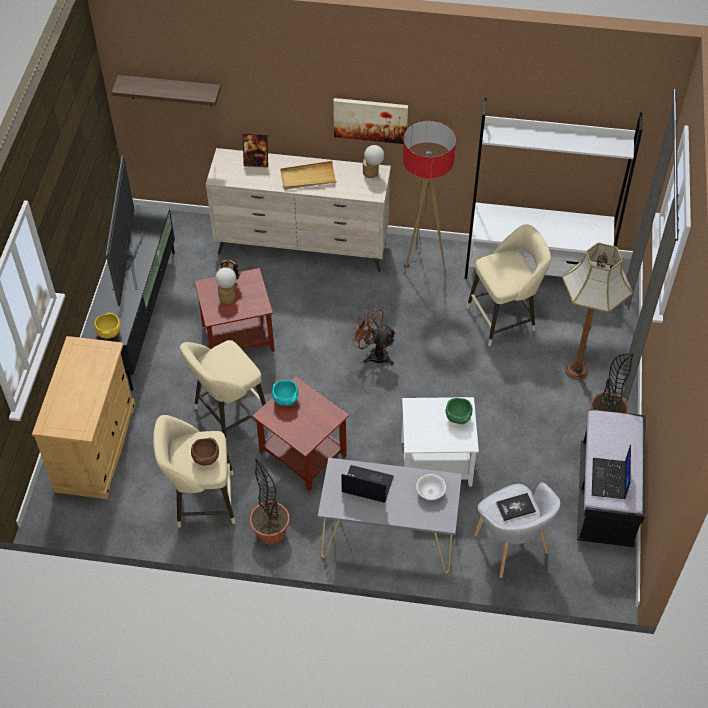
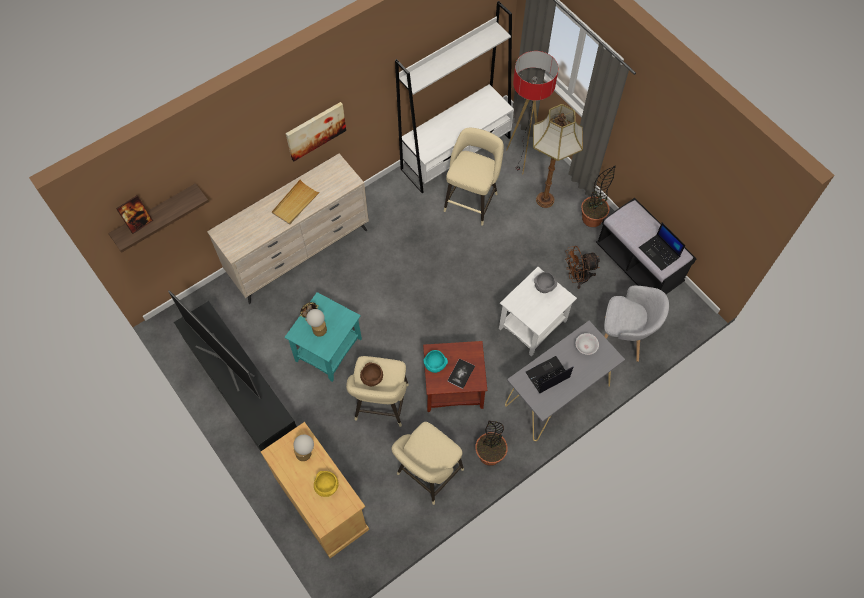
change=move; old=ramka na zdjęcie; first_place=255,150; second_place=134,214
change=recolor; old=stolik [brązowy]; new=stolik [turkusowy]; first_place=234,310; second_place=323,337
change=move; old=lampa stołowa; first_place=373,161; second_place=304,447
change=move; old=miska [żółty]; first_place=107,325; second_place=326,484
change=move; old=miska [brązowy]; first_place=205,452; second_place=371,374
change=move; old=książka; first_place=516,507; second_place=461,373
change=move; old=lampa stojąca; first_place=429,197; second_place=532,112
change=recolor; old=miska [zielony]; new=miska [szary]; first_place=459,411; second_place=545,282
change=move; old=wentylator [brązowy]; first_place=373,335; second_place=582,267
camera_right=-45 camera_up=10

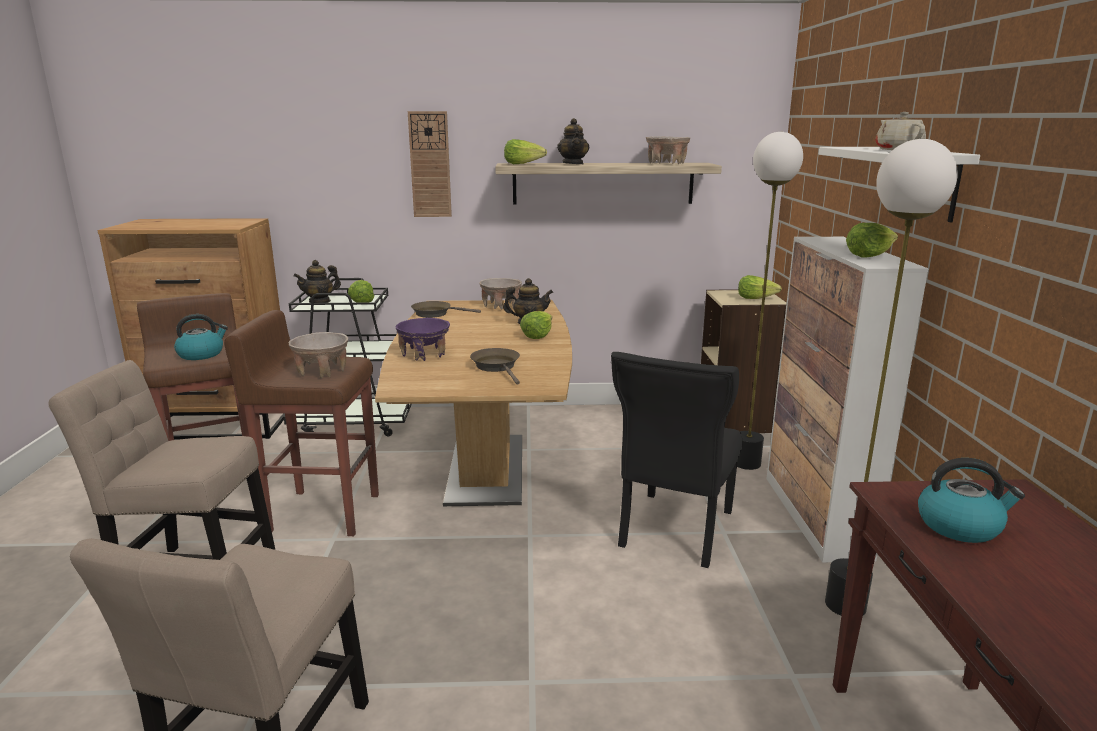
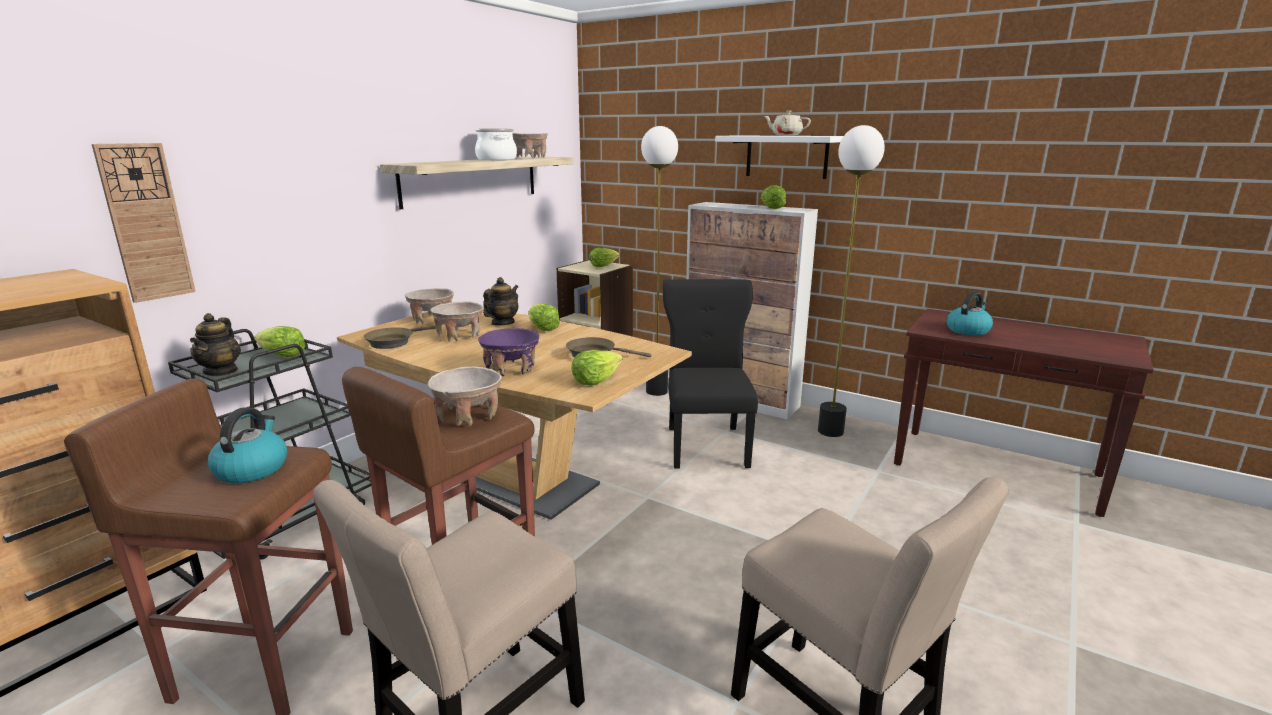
change=move; old=zegar ścienny; first_place=430,164; second_place=144,223
change=insert; new=miska [beżowy]; second_place=457,321
change=insert; new=garnek; second_place=496,144
change=move; old=sałata; first_place=525,151; second_place=597,368
change=rotate; old=krzesło [czarny]; first_place=676,460; second_place=710,374; degrees=-150
change=delete; old=imbryk; first_place=573,141
camera_right=-55 camera_up=0

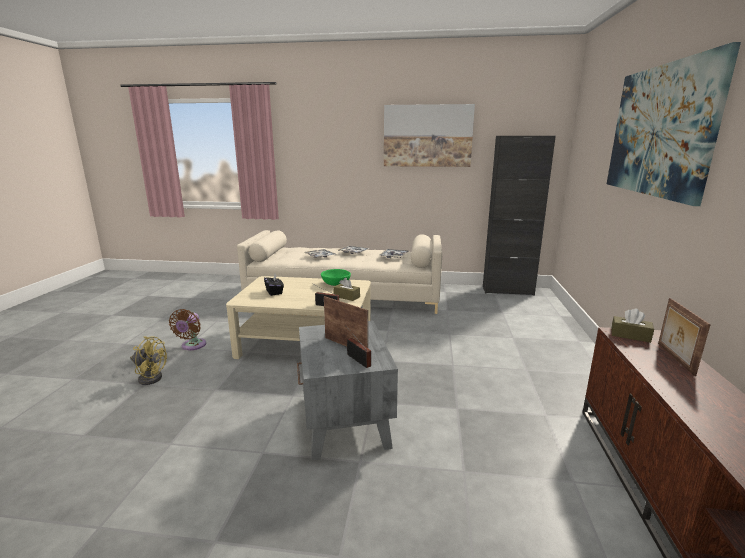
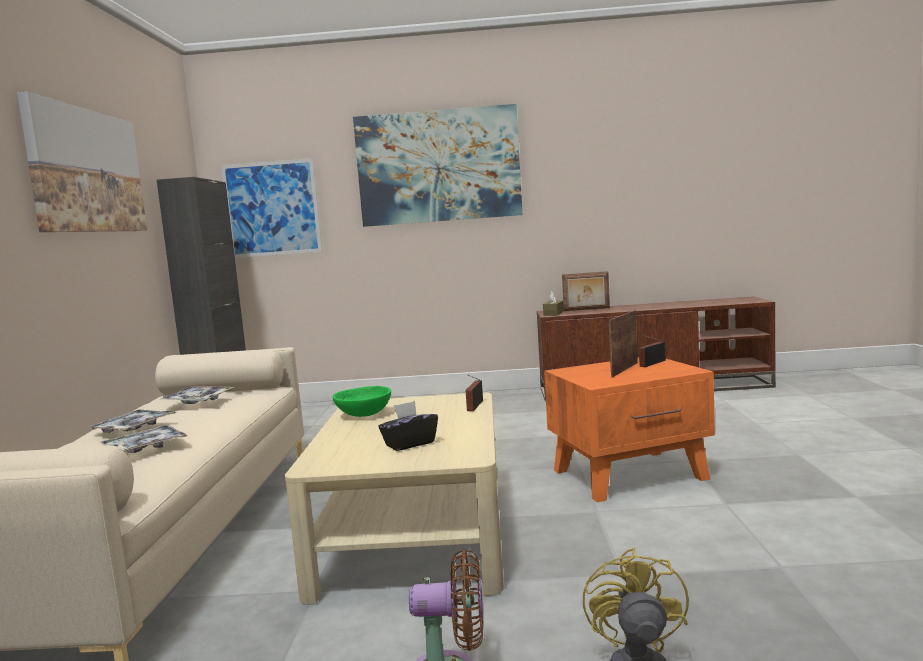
change=insert; new=obraz; second_place=271,208
change=recolor; old=stolik [szary]; new=stolik [pomarańczowy]; first_place=347,391; second_place=629,429
change=delete; old=pudełko chusteczek [brązowy]; first_place=346,289
camera_right=-95 camera_up=-10

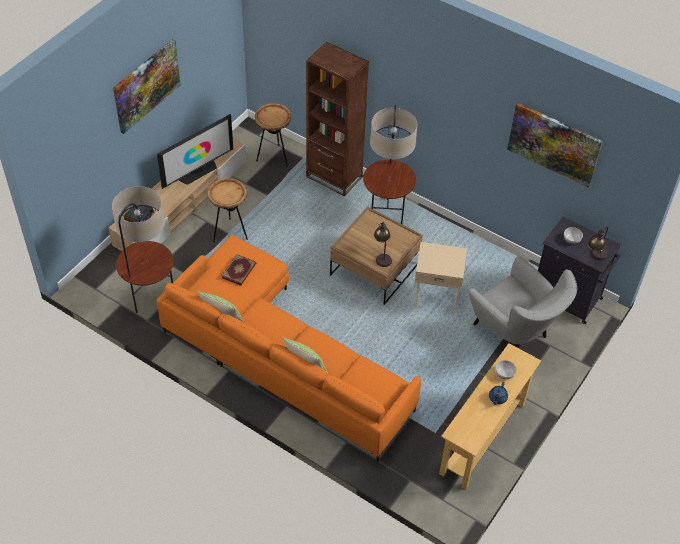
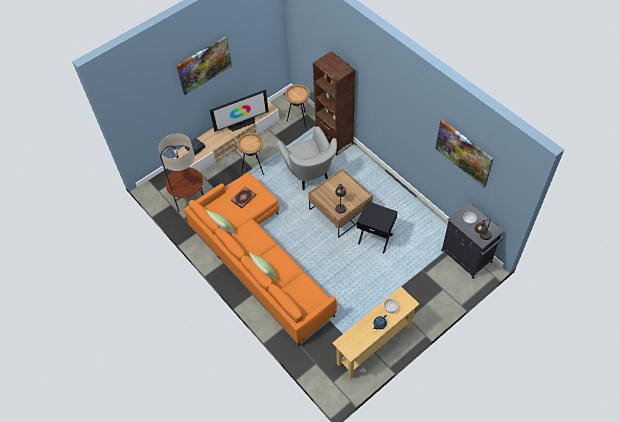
change=move; old=fotel [szary]; first_place=523,302; second_place=307,158
change=recolor; old=stolik [beżowy]; new=stolik [czarny]; first_place=440,278; second_place=377,227
change=delete; old=lampa stojąca; first_place=390,164
camera_right=20 camera_up=5

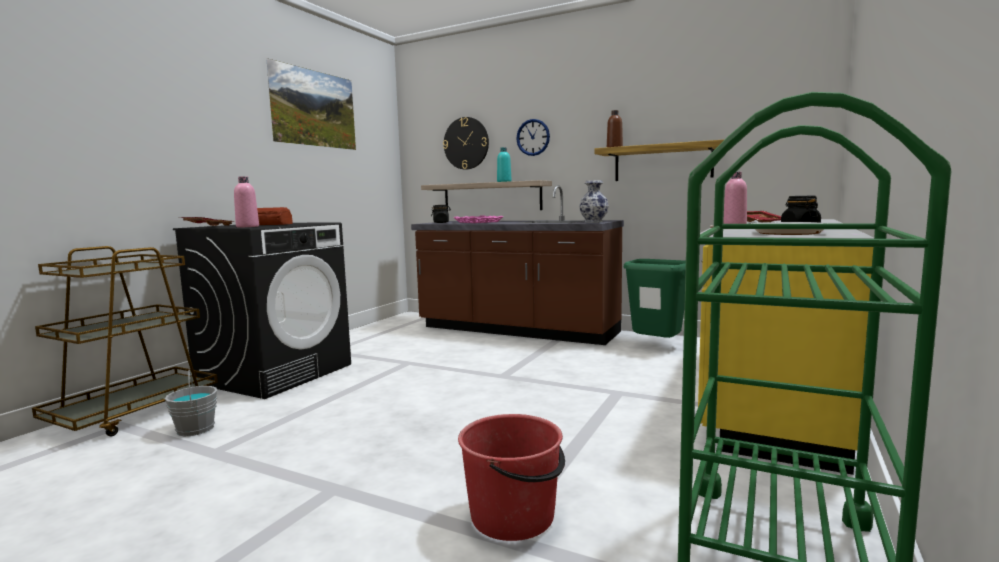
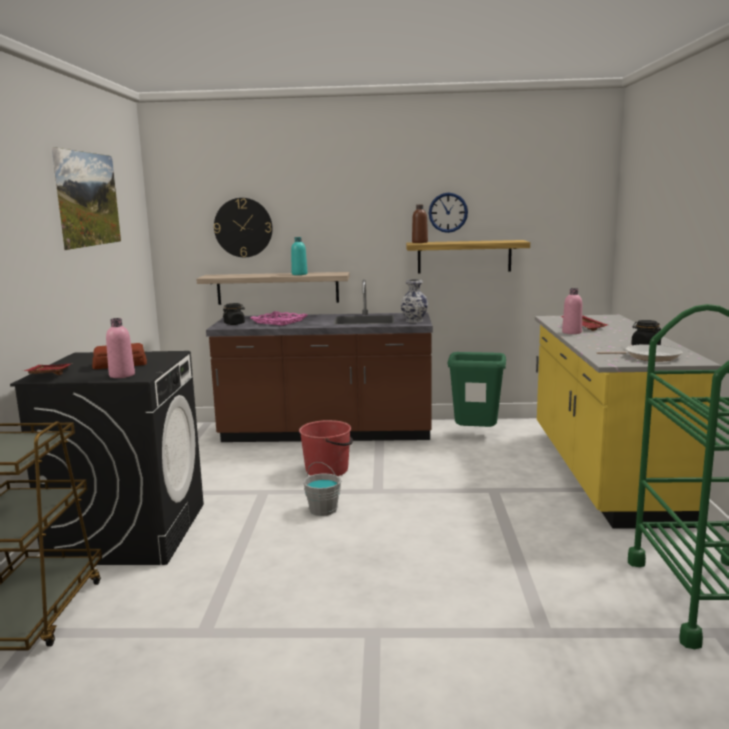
change=move; old=wiadro [czerwony]; first_place=511,477; second_place=326,448
change=move; old=wiadro [szary]; first_place=191,403; second_place=322,489
change=move; old=zegar ścienny; first_place=533,137; second_place=448,212
camera_right=-25 camera_up=5

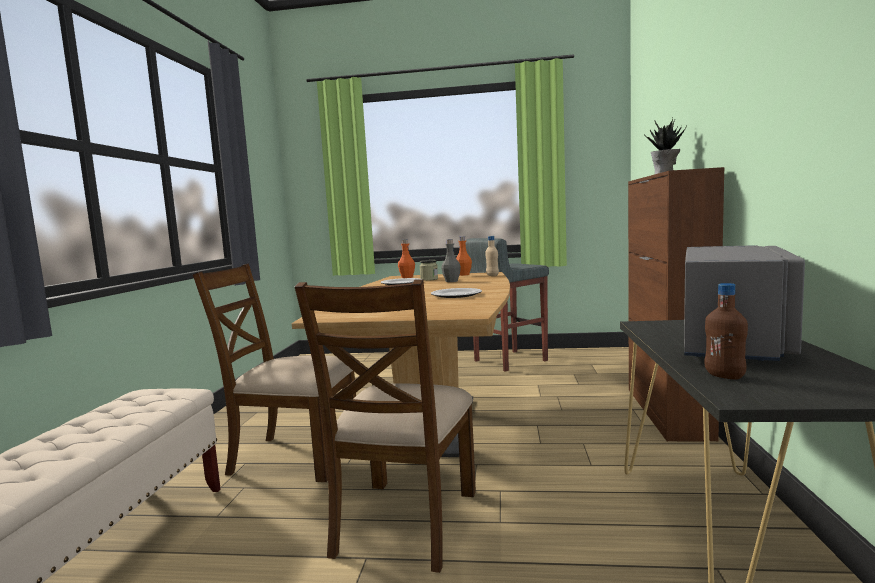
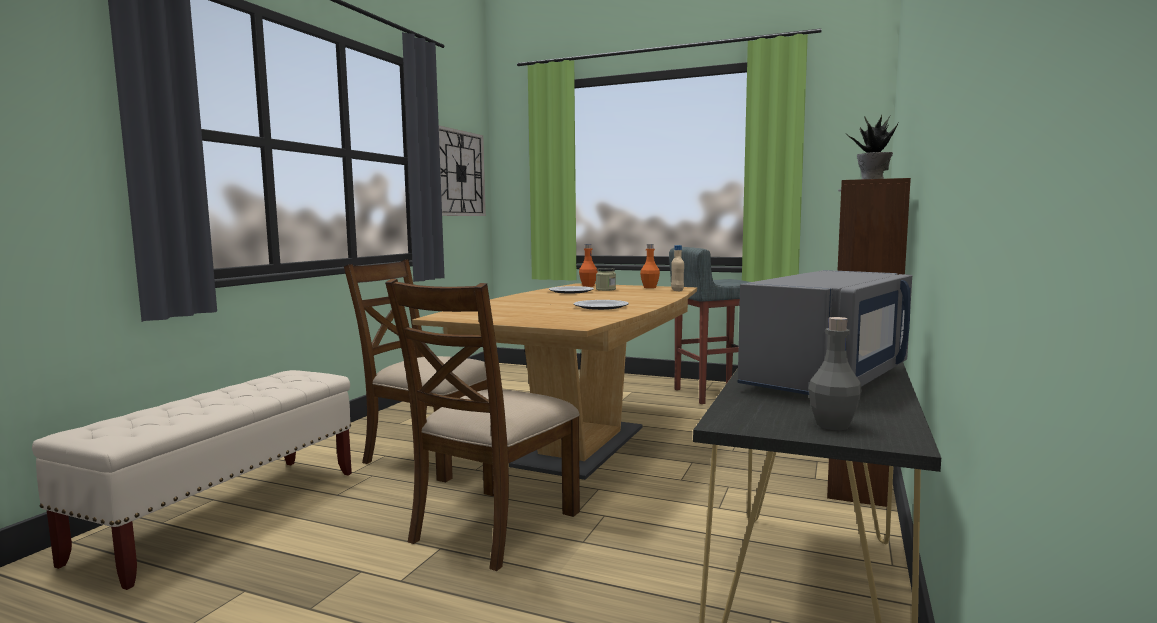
change=insert; new=zegar ścienny; second_place=462,171
change=move; old=butelka [szary]; first_place=451,260; second_place=835,373
change=delete; old=butelka [brązowy]; first_place=726,331
camera_right=15 camera_up=0

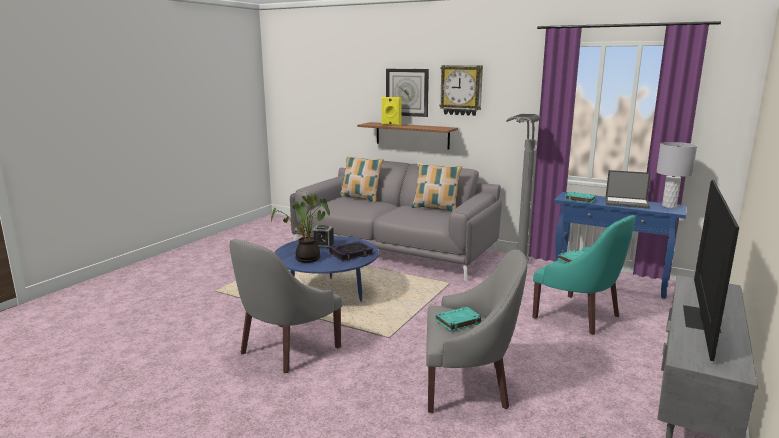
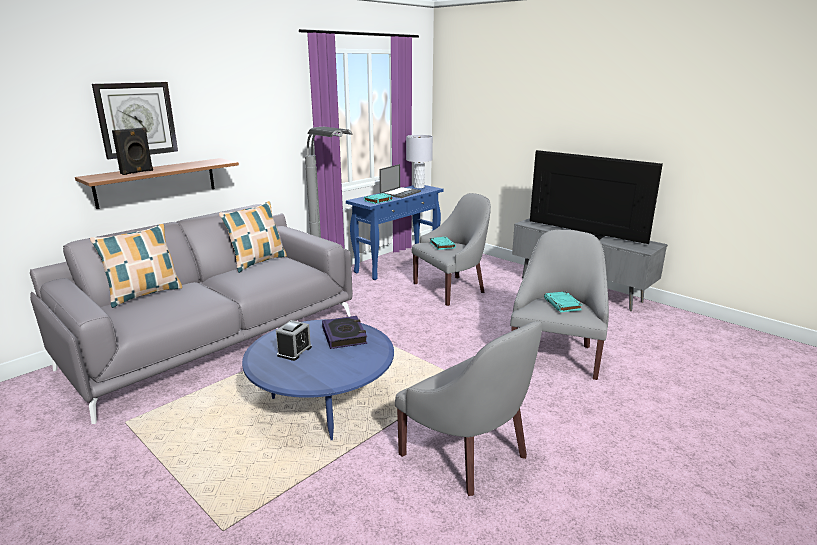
change=recolor; old=głośnik [żółty]; new=głośnik [czarny]; first_place=391,111; second_place=132,151
change=recolor; old=fotel [turkusowy]; new=fotel [szary]; first_place=584,275; second_place=451,249
change=delete; old=roślina doniczkowa; first_place=300,228
change=delete; old=zegar ścienny; first_place=461,90
camera_right=-75 camera_up=5

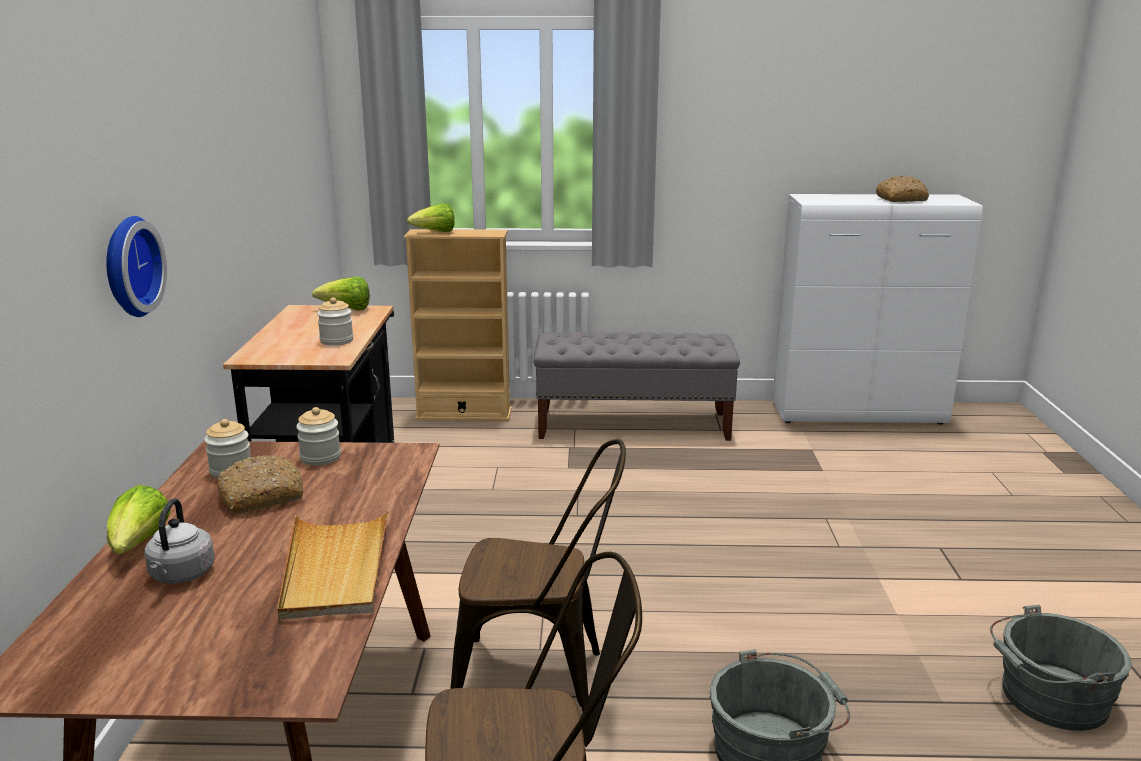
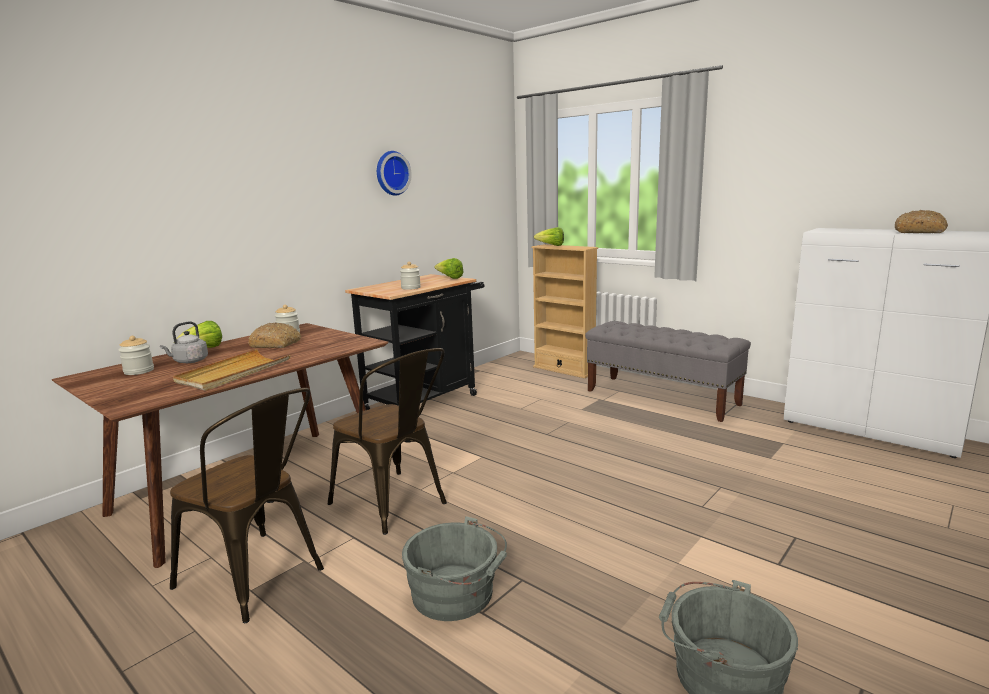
change=move; old=słoik; first_place=318,436; second_place=136,355
change=move; old=zegar ścienny; first_place=136,266; second_place=394,173
camera_right=40 camera_up=-5

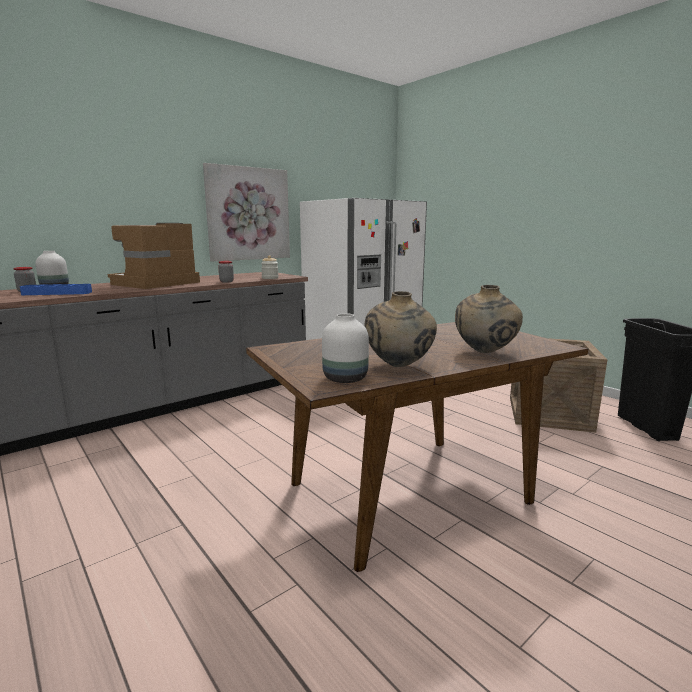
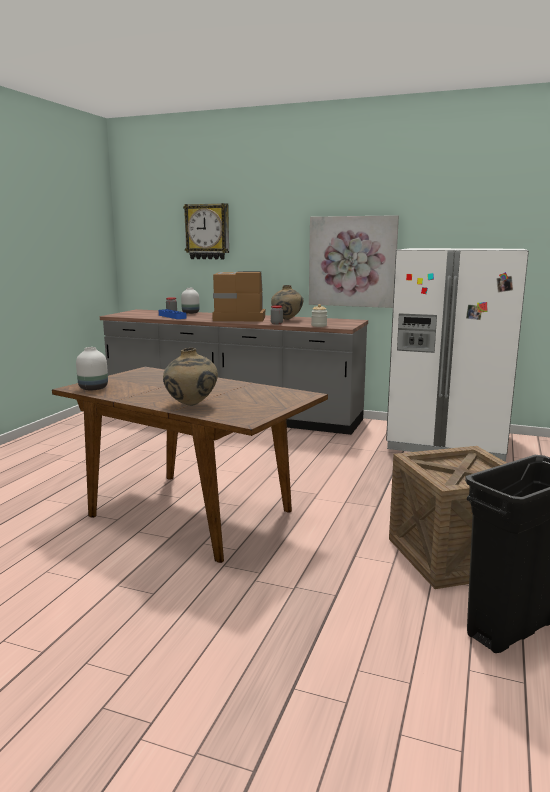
change=insert; new=zegar ścienny; second_place=206,231
change=move; old=wazon [beżowy]; first_place=401,329; second_place=287,302
camera_right=60 camera_up=0

